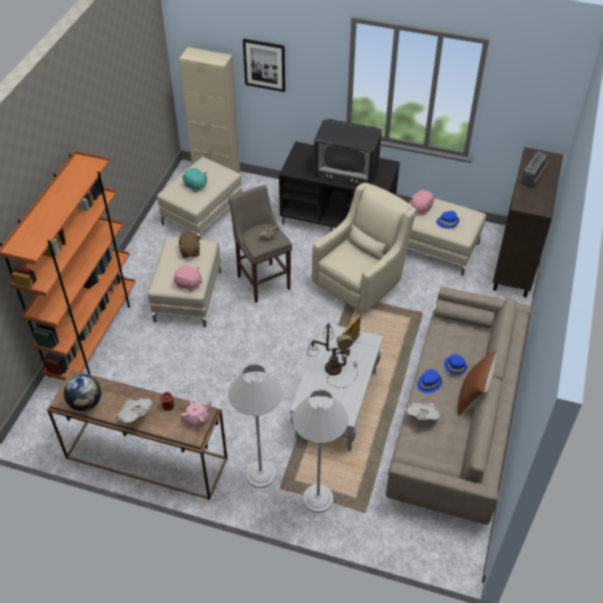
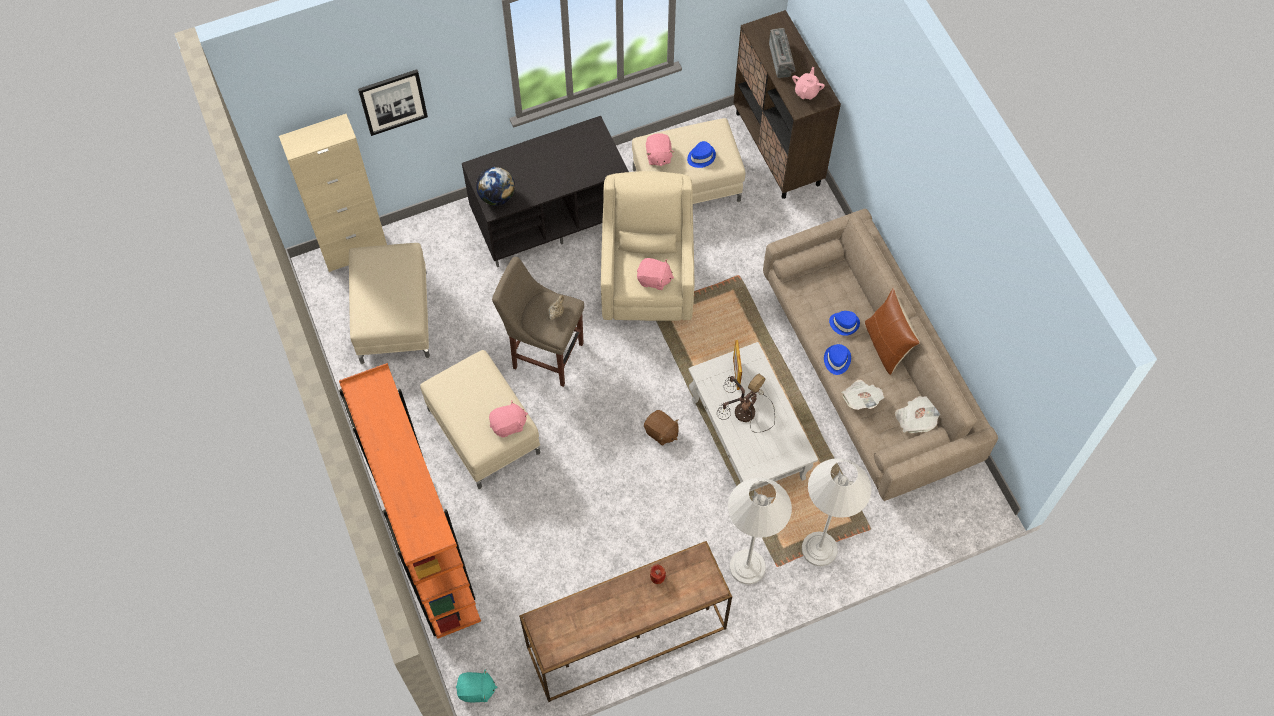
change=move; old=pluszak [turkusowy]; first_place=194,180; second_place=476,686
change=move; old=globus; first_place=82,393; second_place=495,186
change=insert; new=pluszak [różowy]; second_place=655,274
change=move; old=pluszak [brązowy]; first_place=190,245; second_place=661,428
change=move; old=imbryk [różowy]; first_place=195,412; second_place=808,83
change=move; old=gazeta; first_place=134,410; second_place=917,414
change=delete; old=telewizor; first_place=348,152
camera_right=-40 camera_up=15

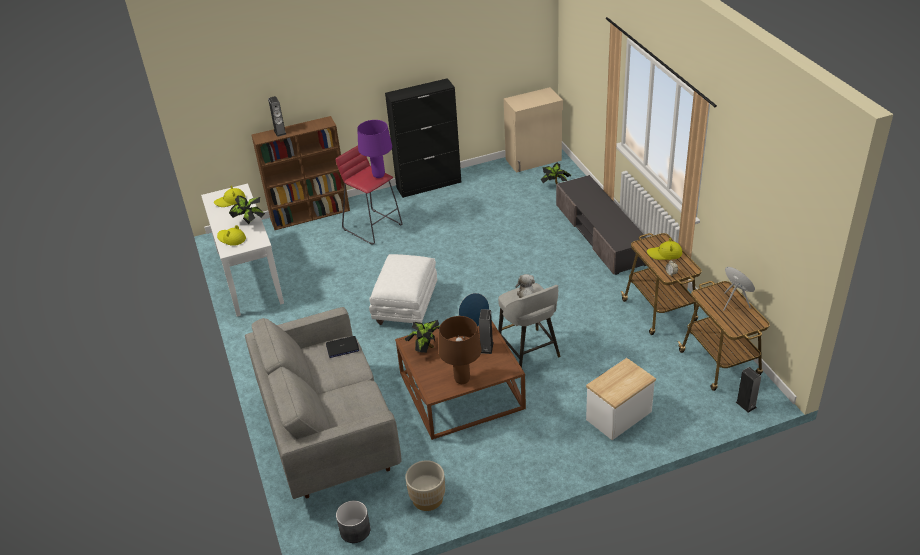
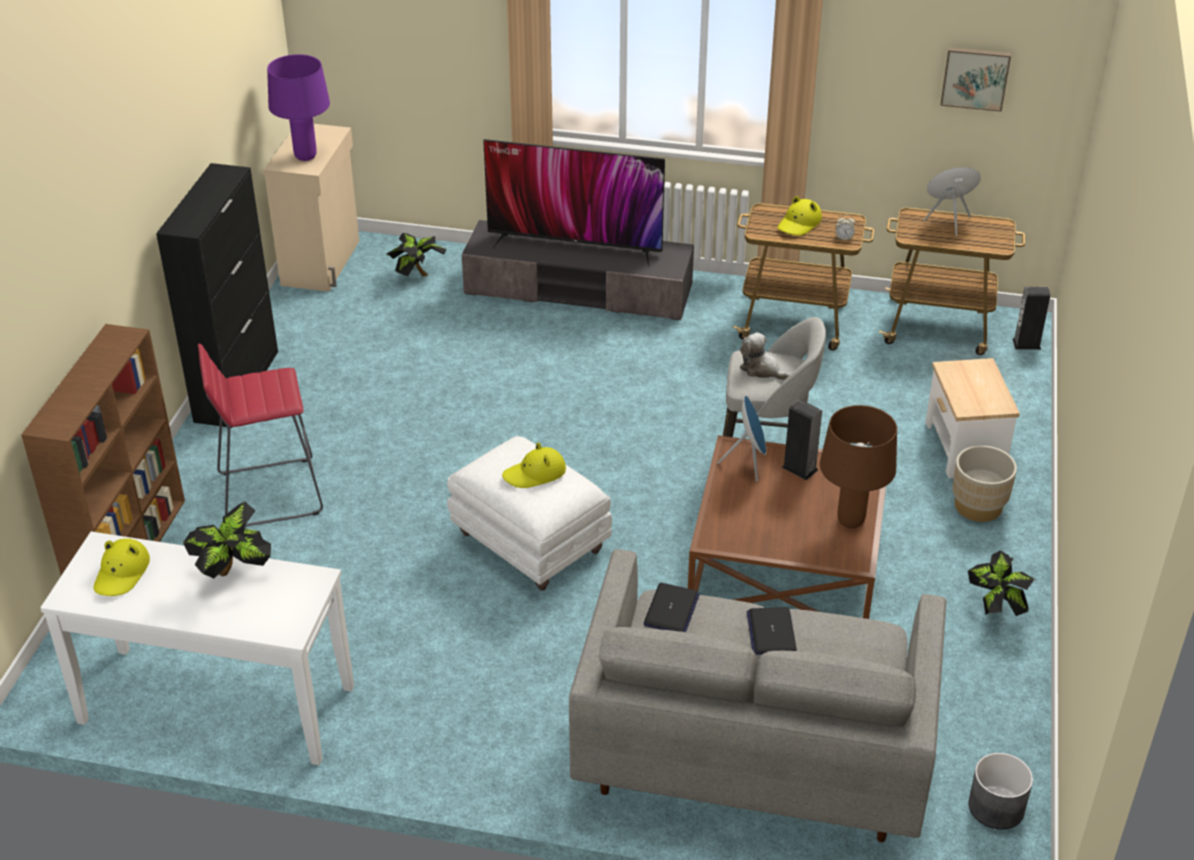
change=move; old=lampa stołowa [fioletowy]; first_place=374,149; second_place=298,107
change=insert; new=telewizor; second_place=574,203
change=move; old=kapelusz [żółty]; first_place=231,235; second_place=534,465
change=insert; new=laptop; second_place=772,631
change=insert; new=obraz; second_place=975,79
change=move; old=donica [beżowy]; first_place=425,485; second_place=985,483
change=move; old=roślina doniczkowa; first_place=422,336; second_place=1002,583
change=delete; old=głośnik; first_place=277,116
camera_right=-60 camera_up=0

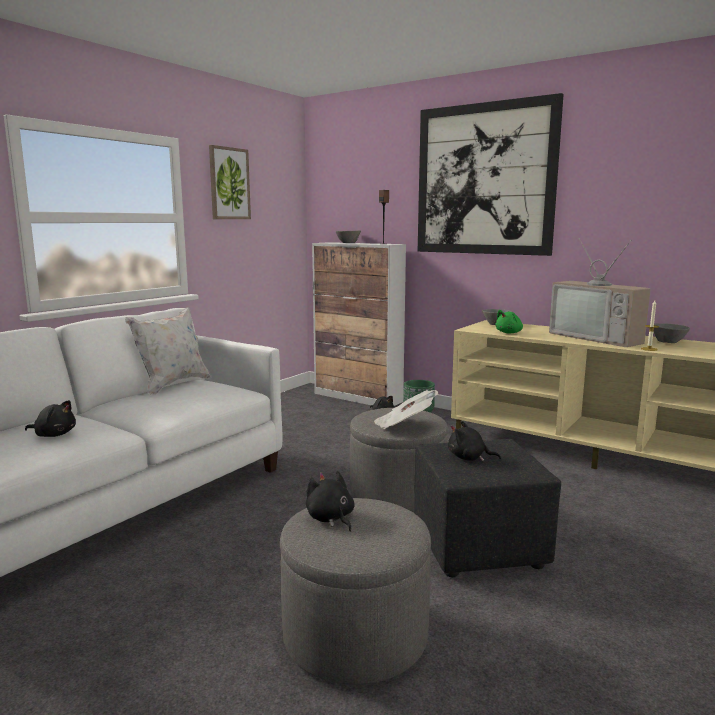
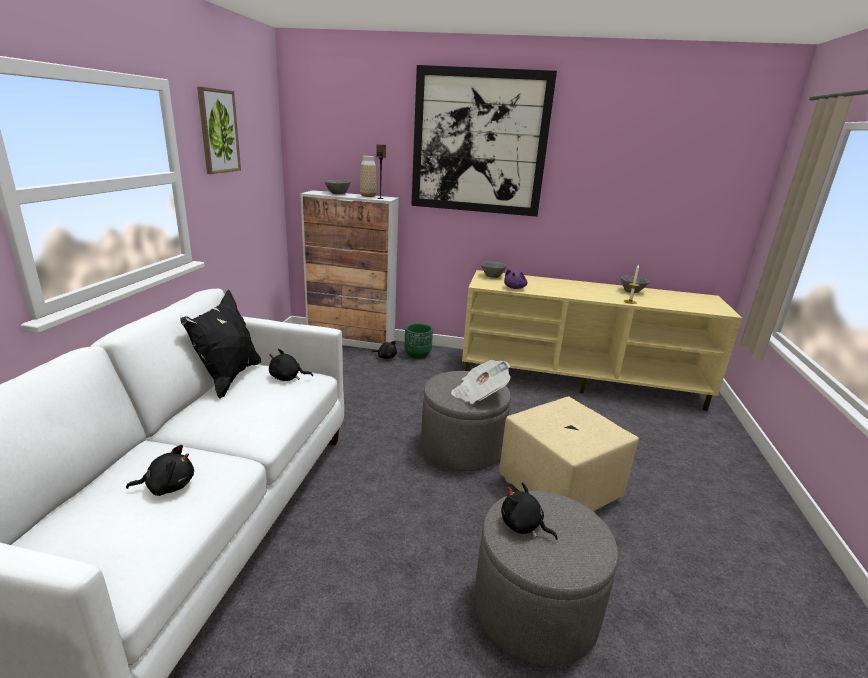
change=recolor; old=poduszka [biały]; new=poduszka [czarny]; first_place=168,350; second_place=220,344
change=move; old=pluszak [czarny]; first_place=474,441; second_place=291,365
change=insert; new=wazon; second_place=368,176
change=recolor; old=pufa [czarny]; new=pufa [beżowy]; first_place=487,508; second_place=569,454
change=recolor; old=pluszak [zielony]; new=pluszak [fioletowy]; first_place=509,321; second_place=515,279
change=delete; old=telewizor; first_place=599,292
camera_right=-25 camera_up=10

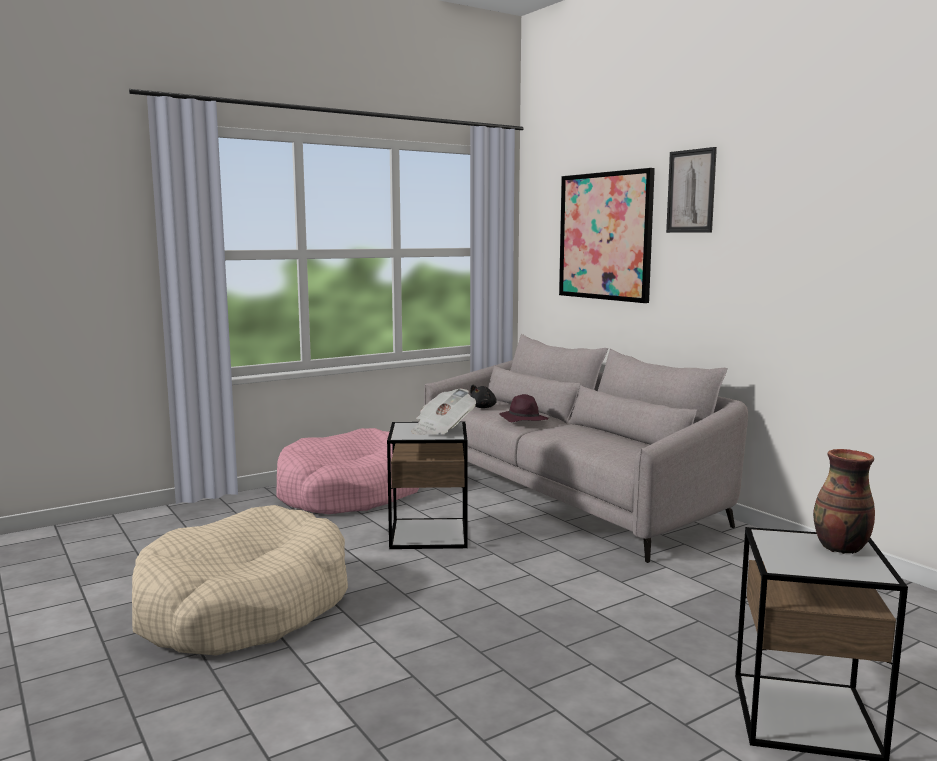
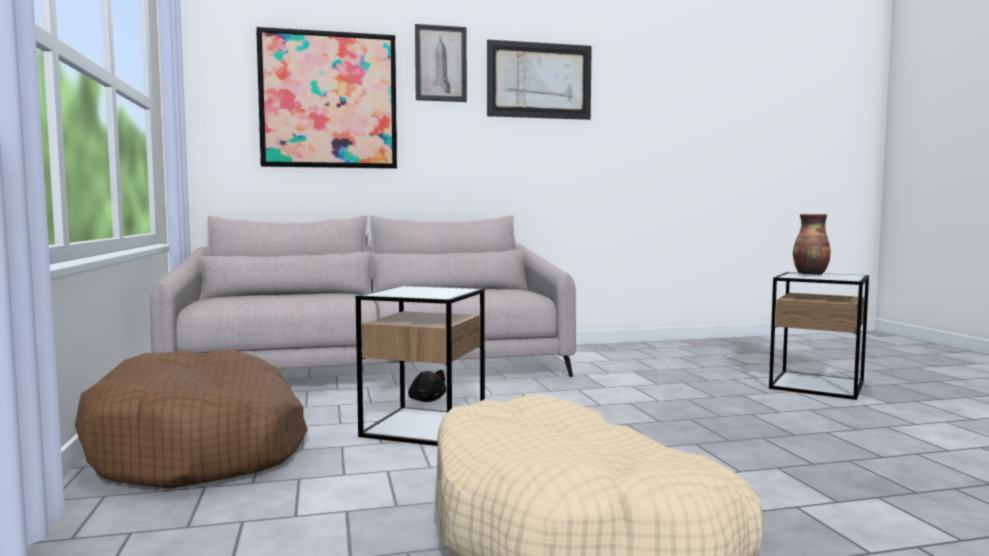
change=recolor; old=legowisko [różowy]; new=legowisko [brązowy]; first_place=347,471; second_place=191,419
change=move; old=pluszak [czarny]; first_place=483,396; second_place=427,386
change=insert; new=obraz; second_place=539,80
change=delete; old=gazeta; first_place=443,412
change=delete; old=kapelusz [fioletowy]; first_place=524,408
camera_right=-70 camera_up=-5

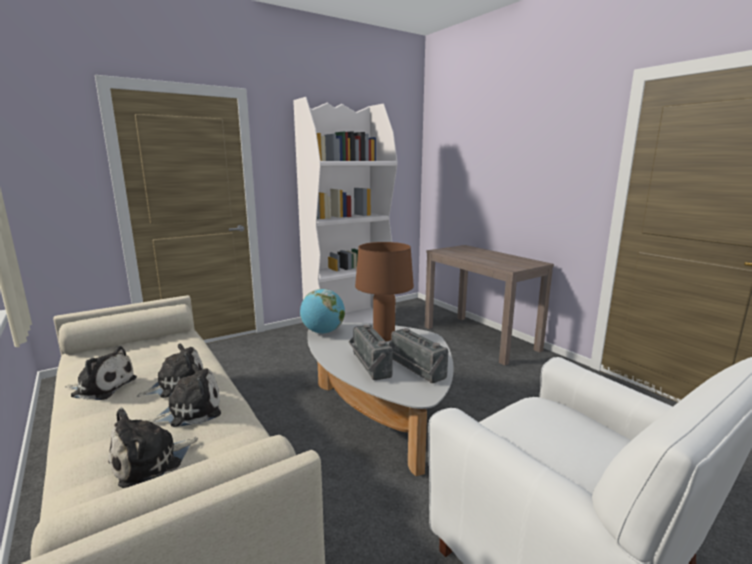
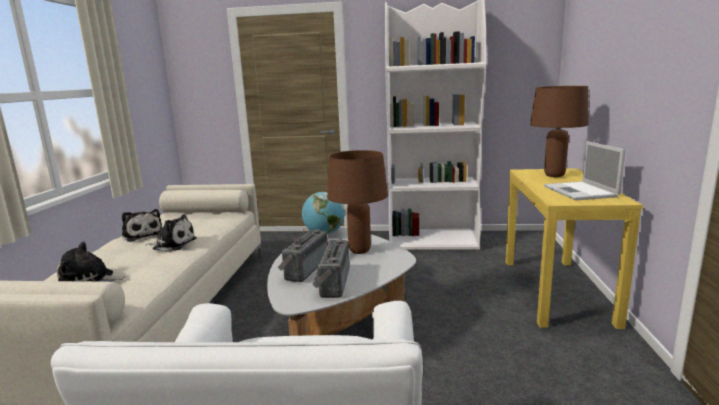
change=recolor; old=stolik konsolowy [brązowy]; new=stolik konsolowy [żółty]; first_place=489,305; second_place=574,248
change=insert; new=lampa stołowa [brązowy]; second_place=559,131
change=insert; new=laptop; second_place=585,170
change=delete; old=pluszak; first_place=184,395
camera_right=40 camera_up=0

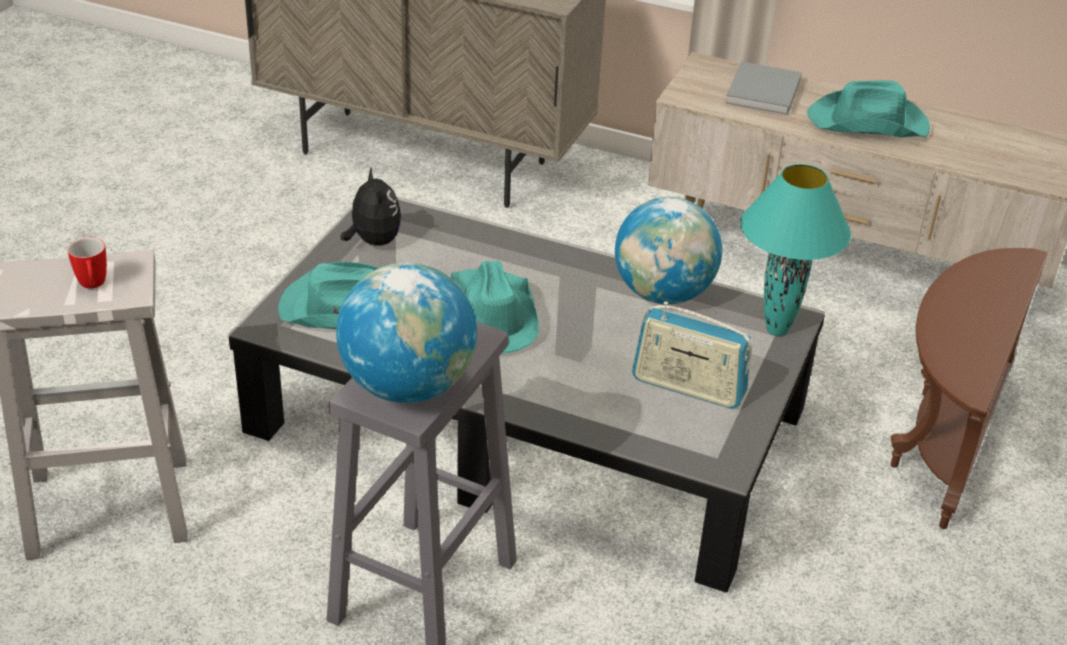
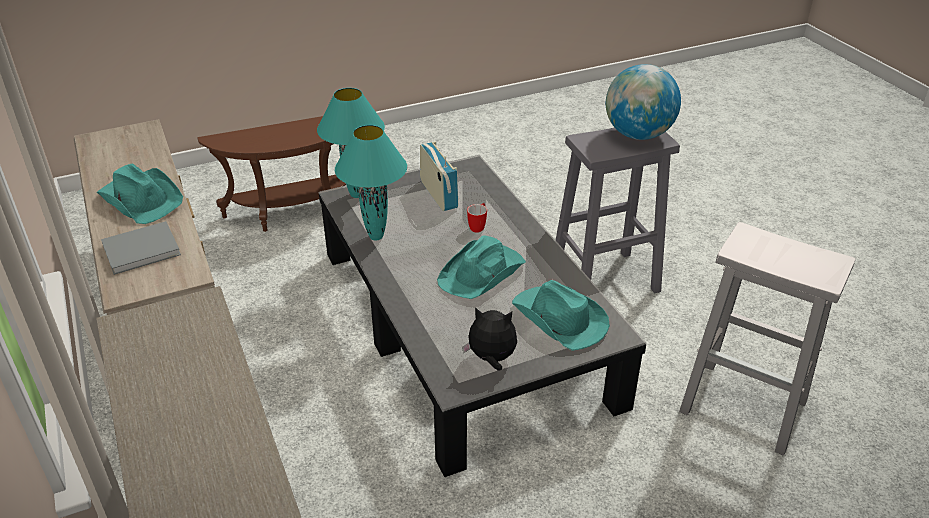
change=replace; old=globus; new=lampa stołowa [turkusowy]; first_place=668,250; second_place=371,182
change=rotate; old=pluszak; first_place=371,206; second_place=489,339; degrees=75
change=move; old=kubek; first_place=87,263; second_place=477,218
camera_right=-135 camera_up=0

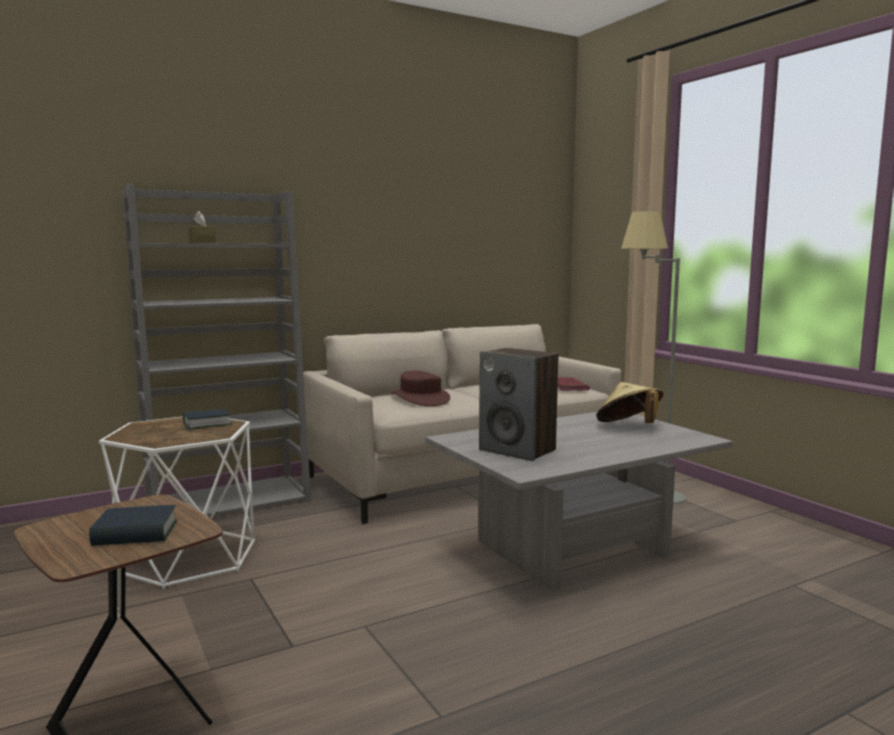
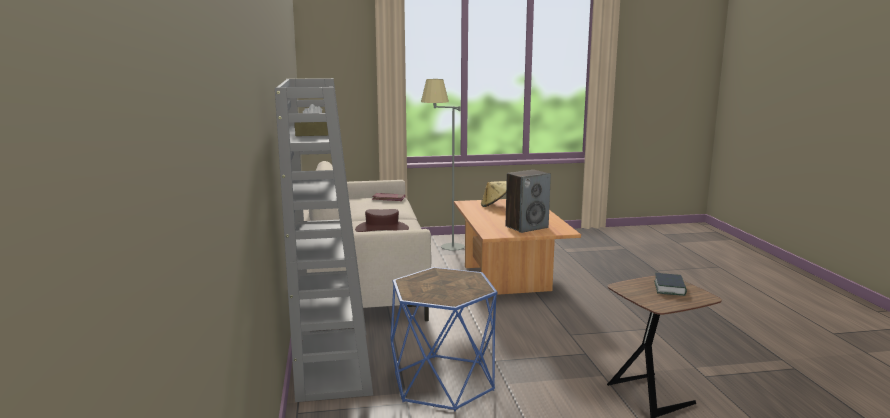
change=recolor; old=stolik [biały]; new=stolik [niebieski]; first_place=177,502; second_place=444,339
change=recolor; old=ława [szary]; new=ława [brązowy]; first_place=579,501; second_place=517,247
change=delete; old=książka; first_place=207,419
camera_right=-70 camera_up=5

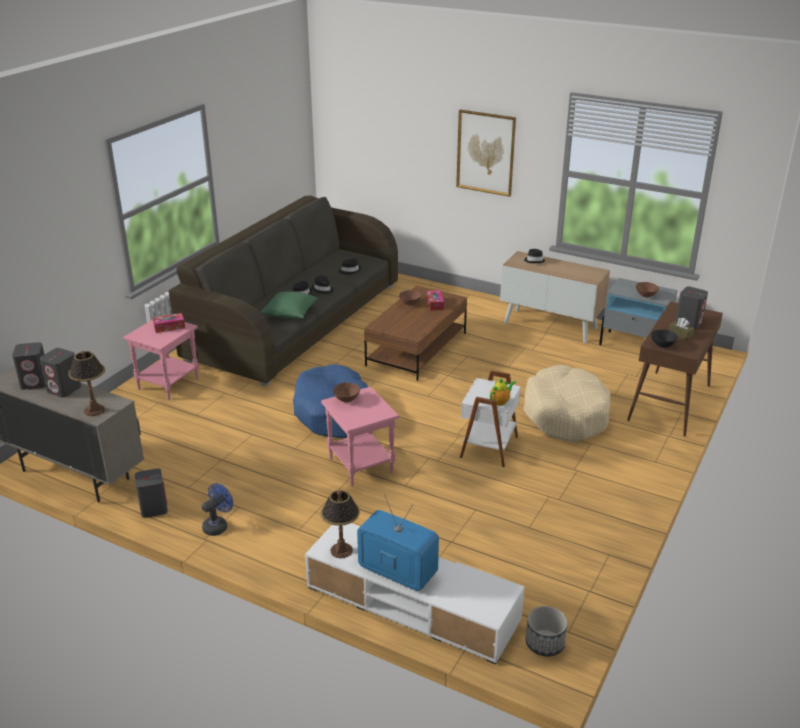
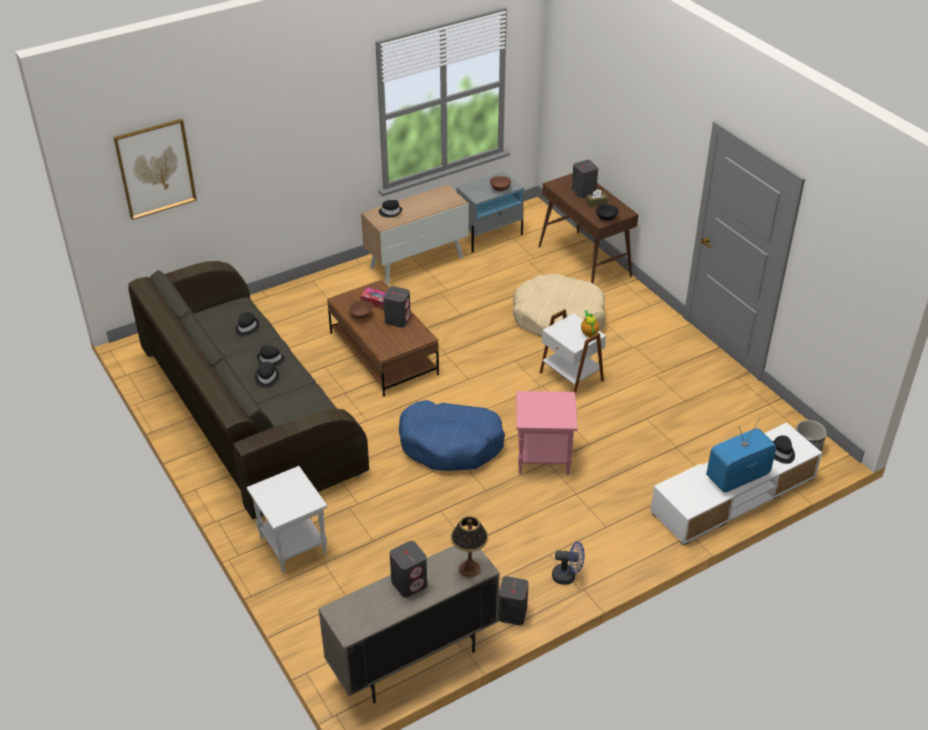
change=move; old=obraz; first_place=486,153; second_place=155,169
change=recolor; old=stolik [różowy]; new=stolik [biały]; first_place=161,357; second_place=286,519
change=move; old=głośnik [szary]; first_place=29,366; second_place=397,307
change=rotate; old=wentylator [niebieski]; first_place=217,509; second_place=568,563; degrees=120
change=insert; new=kapelusz [czarny]; second_place=783,449
change=delete; old=pudełko chusteczek; first_place=169,323
change=delete; old=poduszka [zielony]; first_place=289,305
change=delete; old=lampa stołowa; first_place=340,524
change=delete; old=miska [brązowy]; first_place=346,392
camera_right=-60 camera_up=10

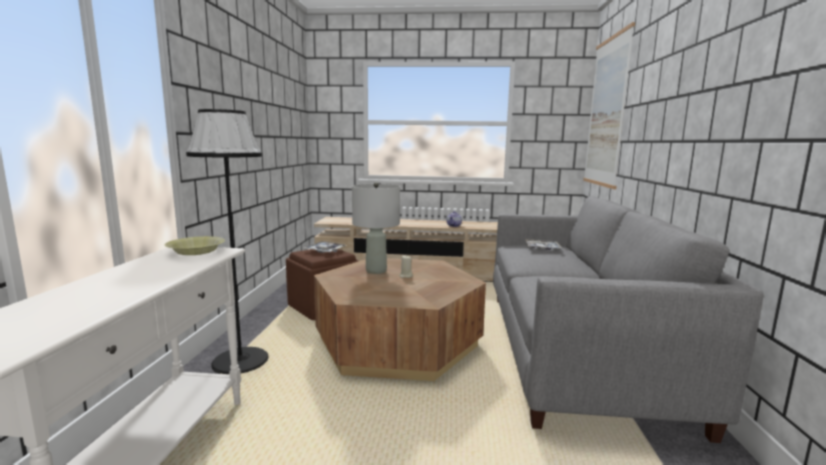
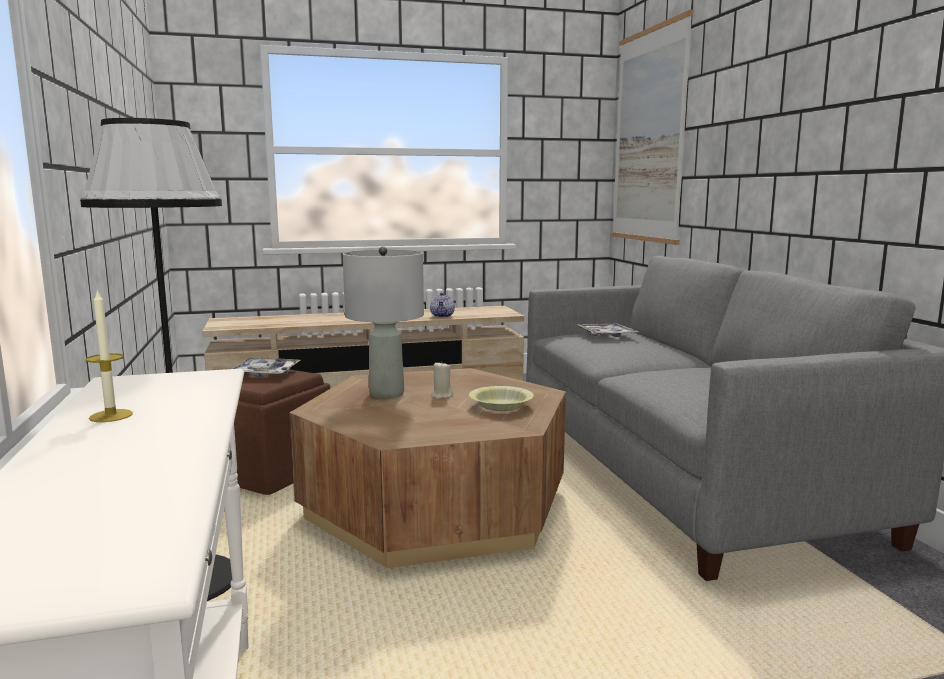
change=insert; new=świeca; second_place=109,356
change=move; old=miska [żółty]; first_place=195,245; second_place=501,398
camera_right=-20 camera_up=0

